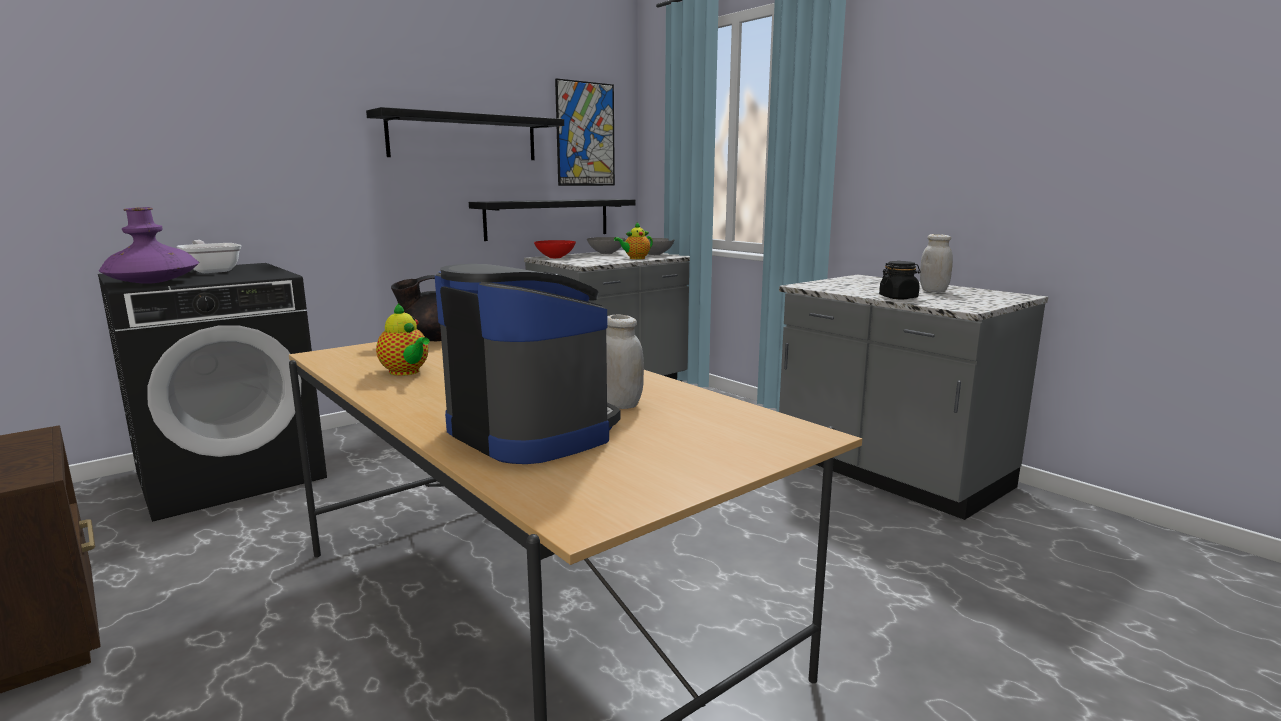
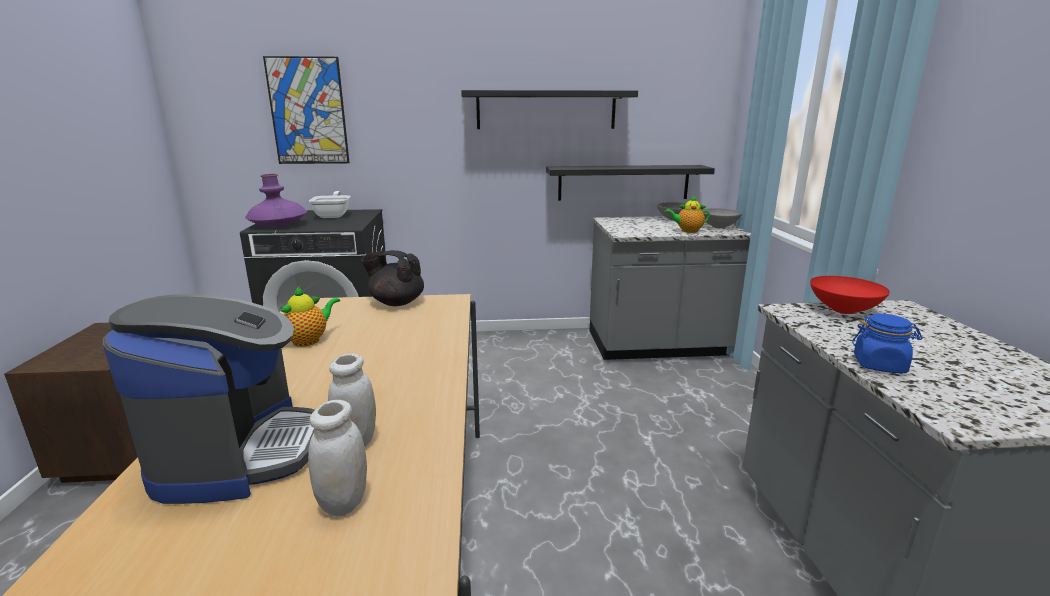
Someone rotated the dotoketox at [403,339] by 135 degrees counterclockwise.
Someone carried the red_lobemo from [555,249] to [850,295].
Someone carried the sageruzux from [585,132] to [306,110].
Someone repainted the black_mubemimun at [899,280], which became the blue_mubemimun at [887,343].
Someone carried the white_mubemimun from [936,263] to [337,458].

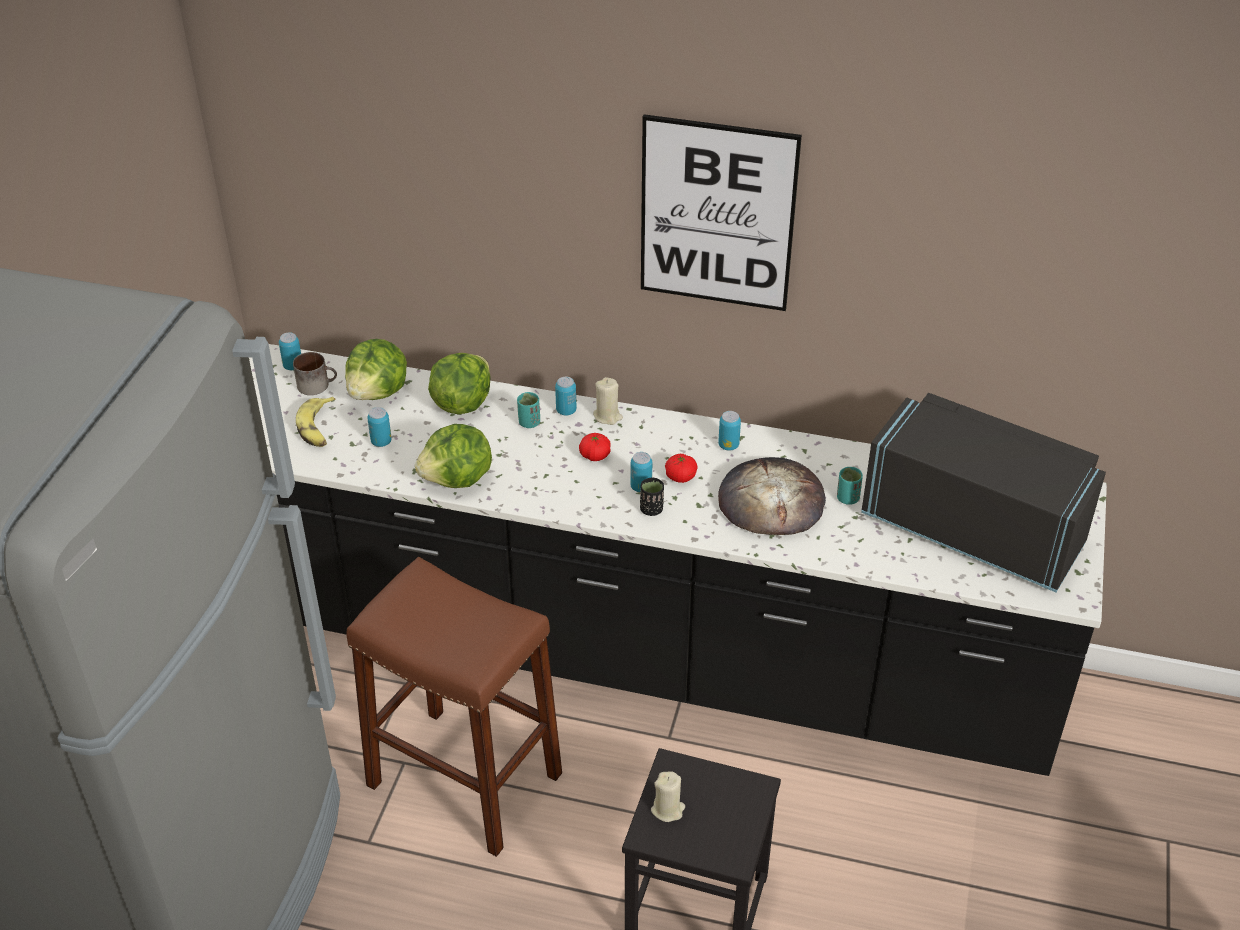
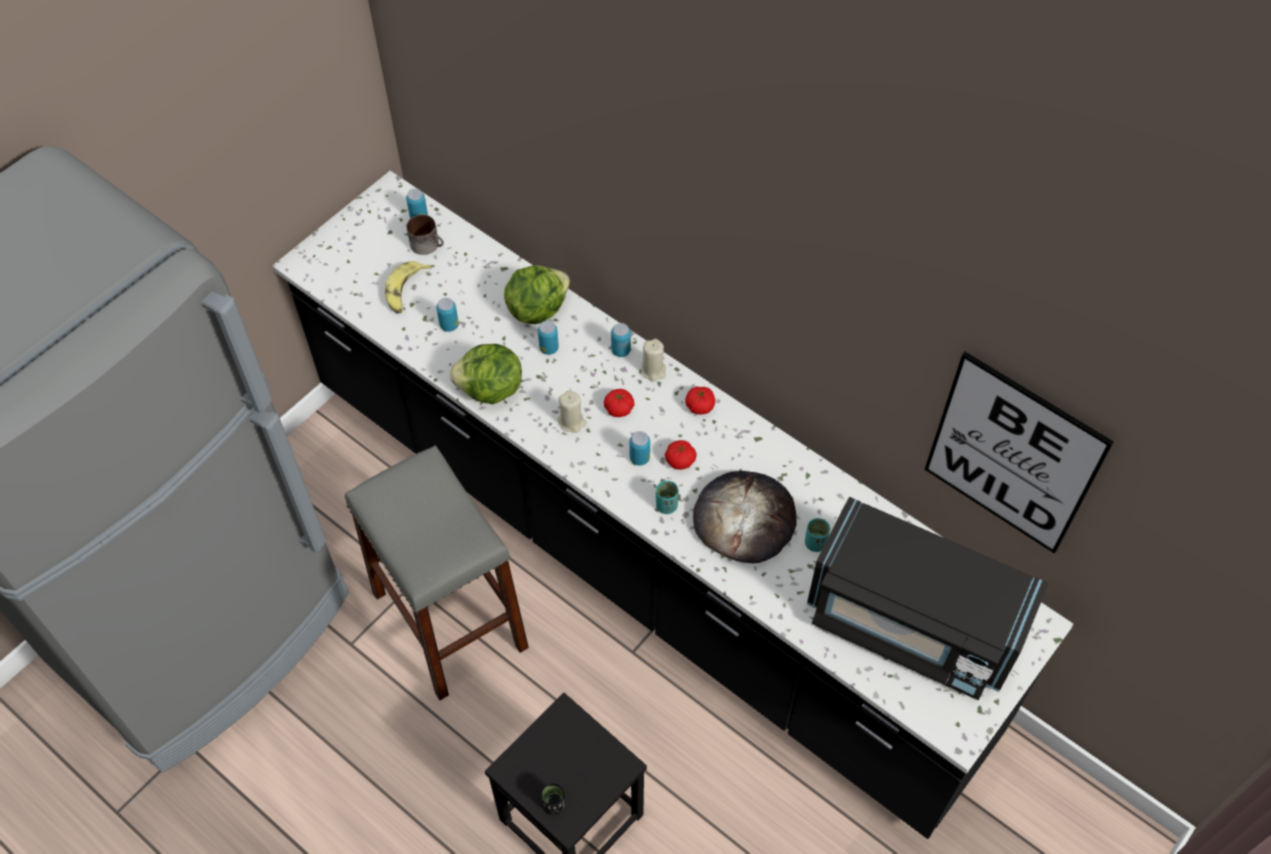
Someone took away the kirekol at [376,369].
Someone repainted the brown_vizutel at [454,707], which became the grey_vizutel at [437,572].
Someone carried the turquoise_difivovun from [528,410] to [667,497].
Someone carried the black_difivovun from [652,497] to [553,799].
Someone carried the sageruzux from [721,212] to [1019,453].
Someone carried the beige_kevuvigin from [668,797] to [572,411].
Someone carried the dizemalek from [729,430] to [548,338].
Someone rotated the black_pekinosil at [983,492] by 150 degrees clockwise.
Someone put down the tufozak at [700,400].

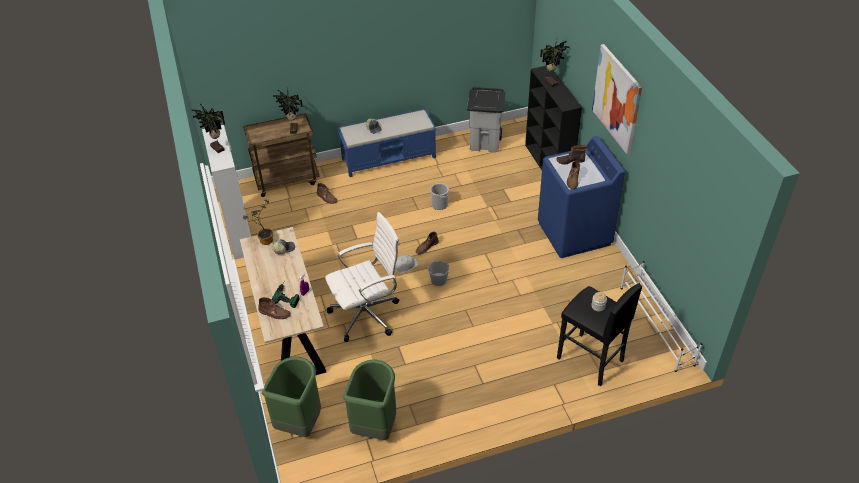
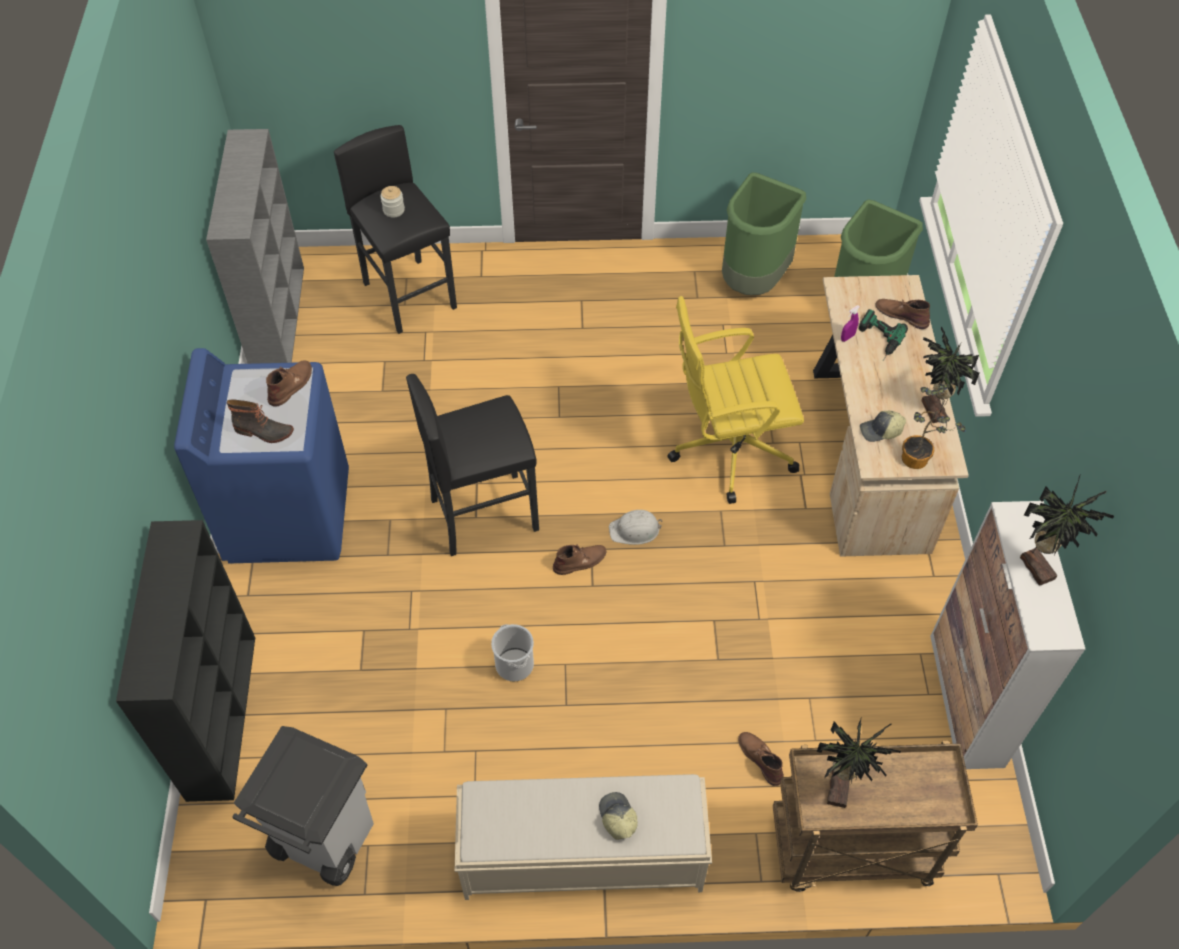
Someone repainted the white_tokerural at [362,277], which became the yellow_tokerural at [735,400].
Someone repainted the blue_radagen at [387,143], which became the beige_radagen at [583,837].
Someone took away the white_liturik at [438,273].
Someone carried the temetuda from [554,63] to [951,374].
Someone took away the sageruzux at [617,99].
Someone swapped the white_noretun at [661,316] for the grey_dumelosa at [255,246].
Someone put down the black_vizutel at [472,465].

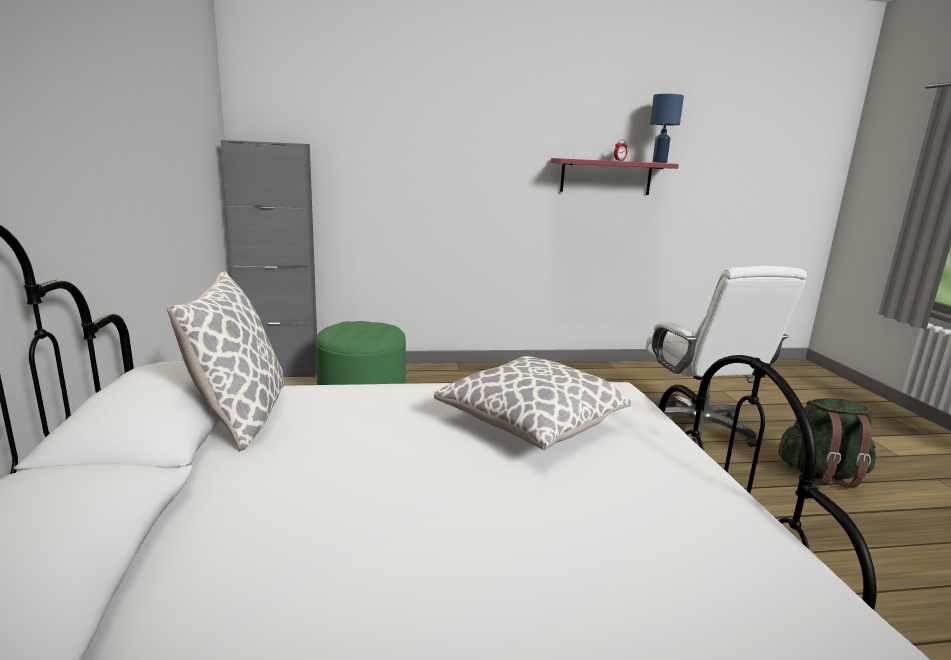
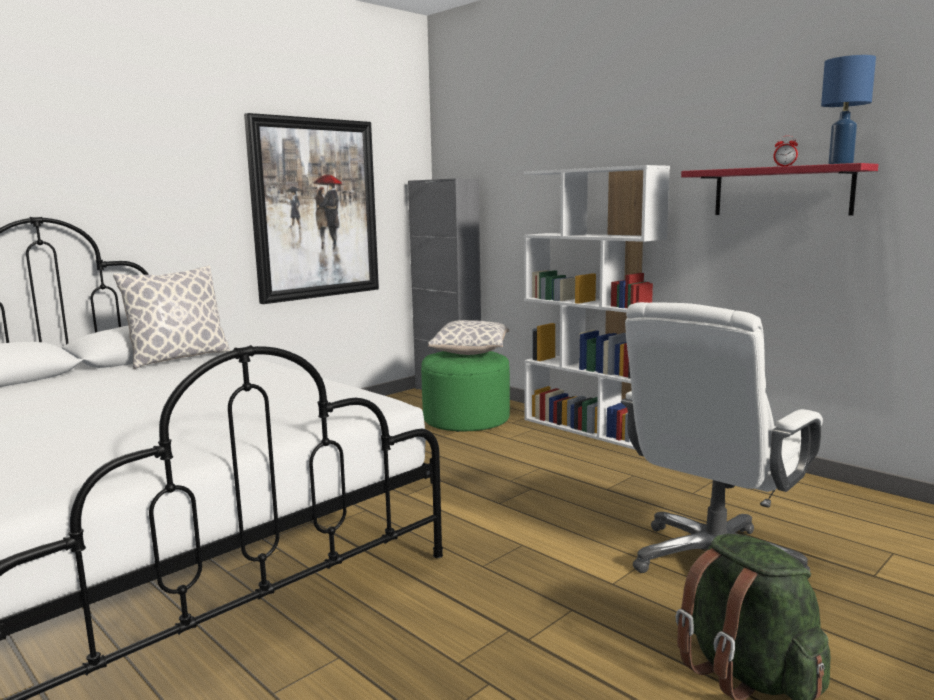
Someone carried the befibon from [532,403] to [468,337].
Someone put up the sageruzux at [311,208].
Someone put down the white_dumelosa at [597,307].

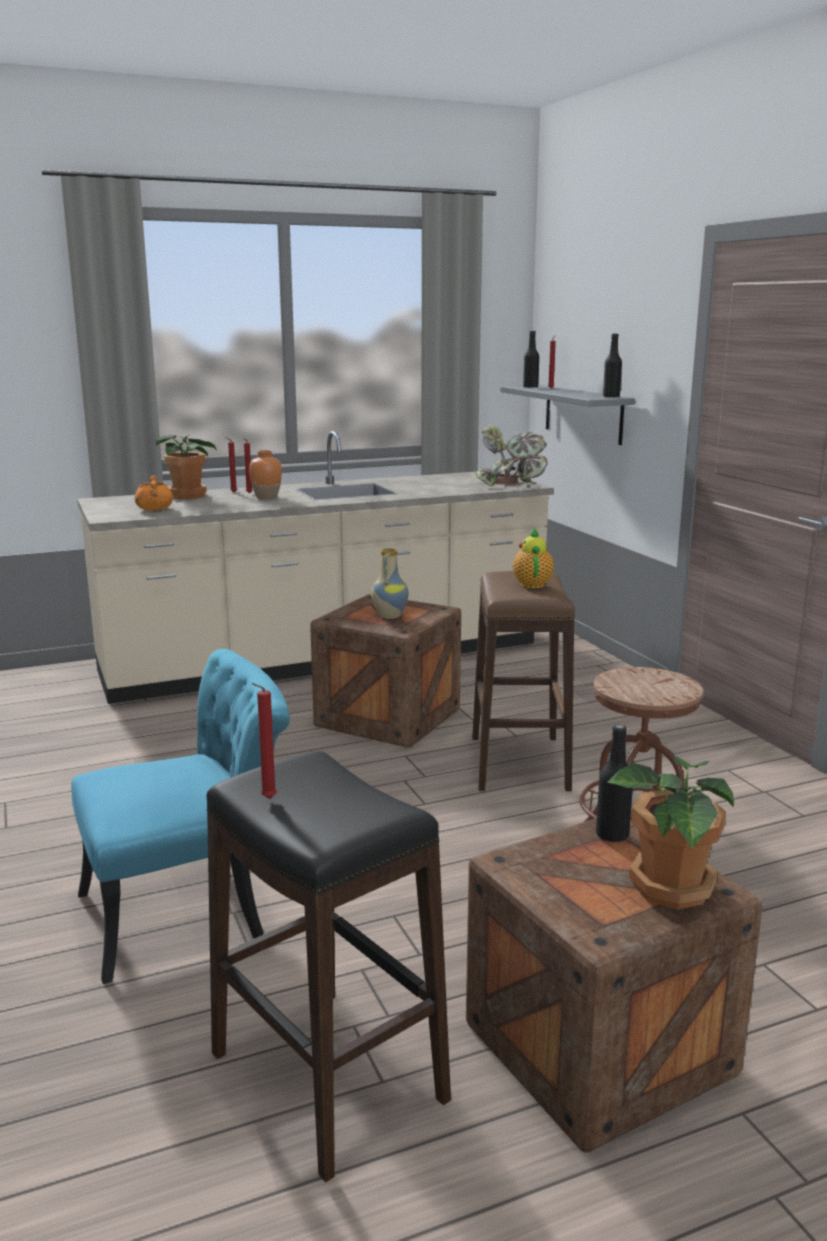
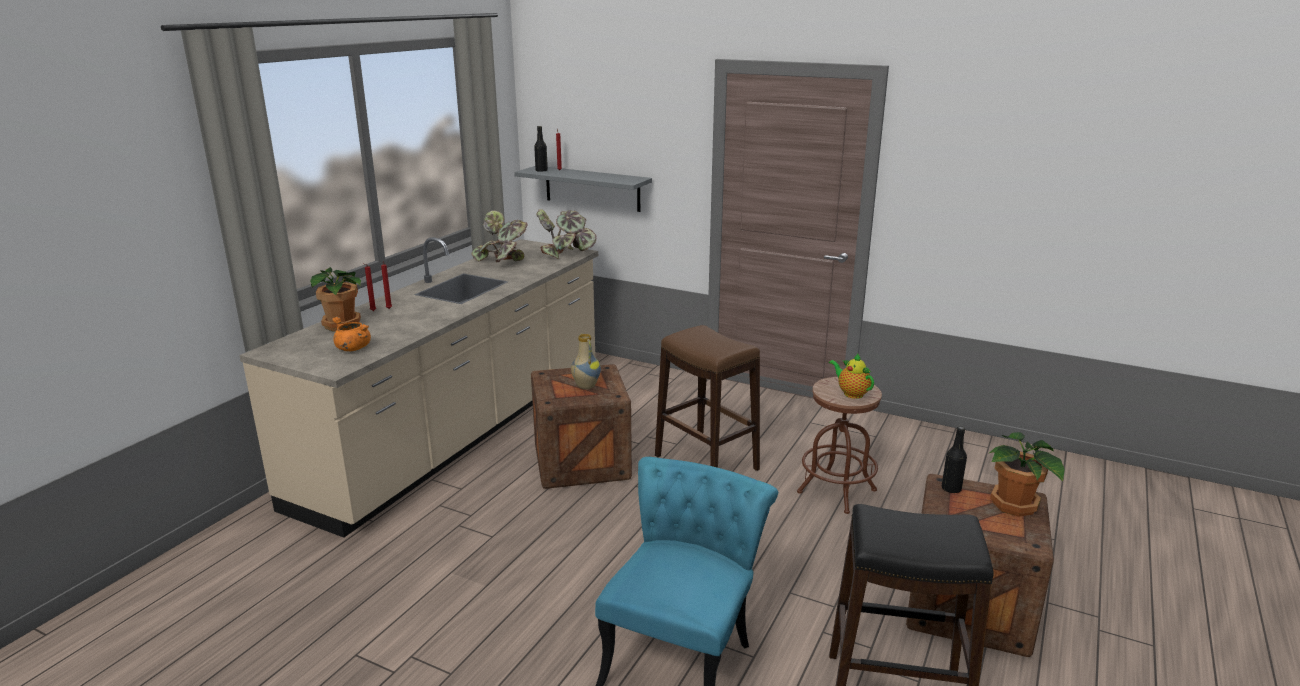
Someone took away the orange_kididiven at [265,474].
Someone took away the red_kevuvigin at [264,741].
Someone carried the dotoketox from [533,558] to [851,376].
Someone took away the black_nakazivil at [612,366].
Someone put down the temetuda at [499,236].

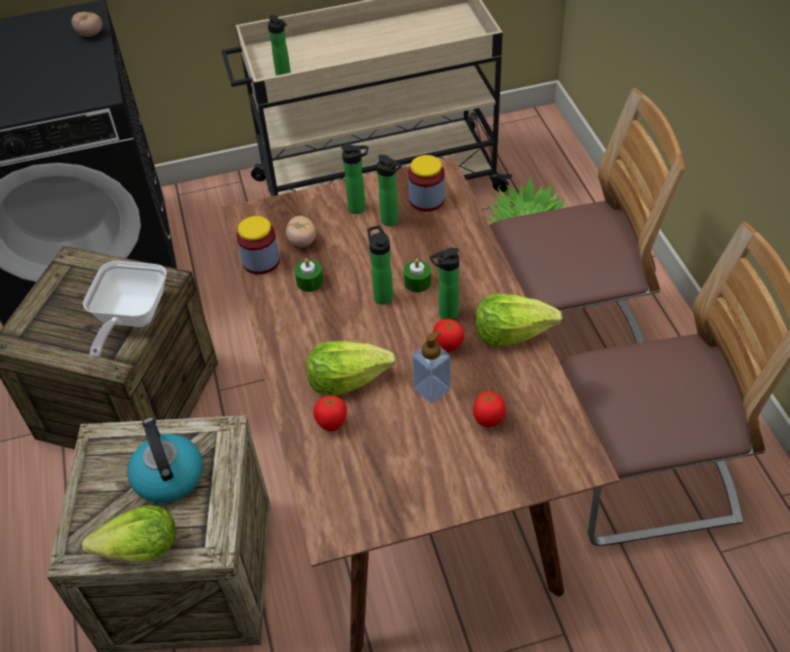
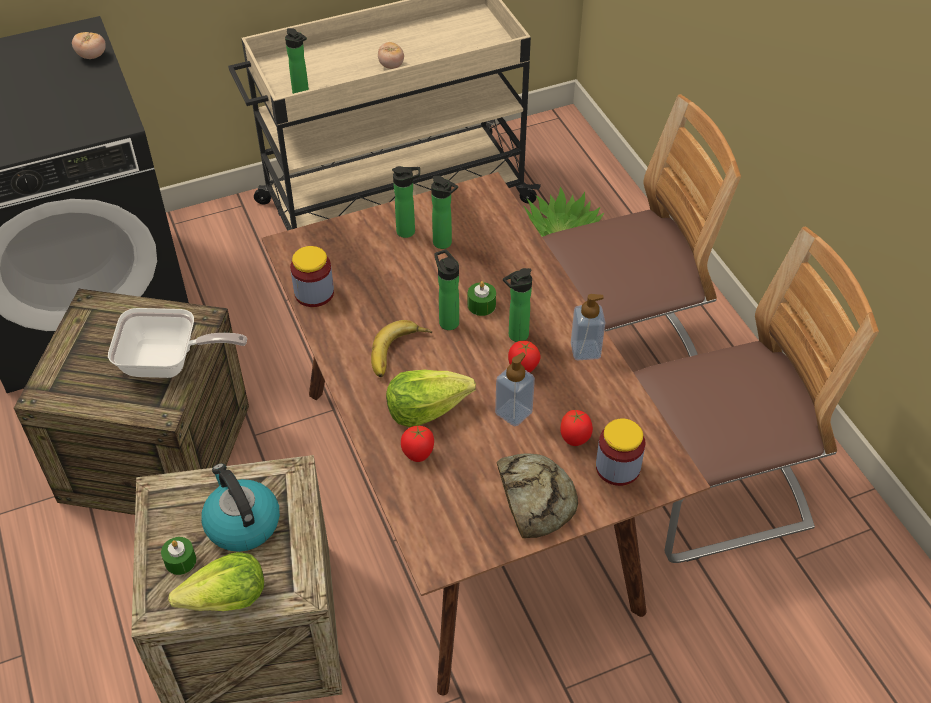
Someone rotated the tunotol at [124,310] by 90 degrees counterclockwise.
Someone carried the tufozak from [301,231] to [391,55].
Someone carried the green_kevuvigin from [309,275] to [178,556].
Someone carried the mubemimun from [426,183] to [621,452].
Someone swapped the kirekol at [519,320] for the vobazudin at [588,327].
Someone put down the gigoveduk at [401,348].
Someone put down the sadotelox at [537,495].

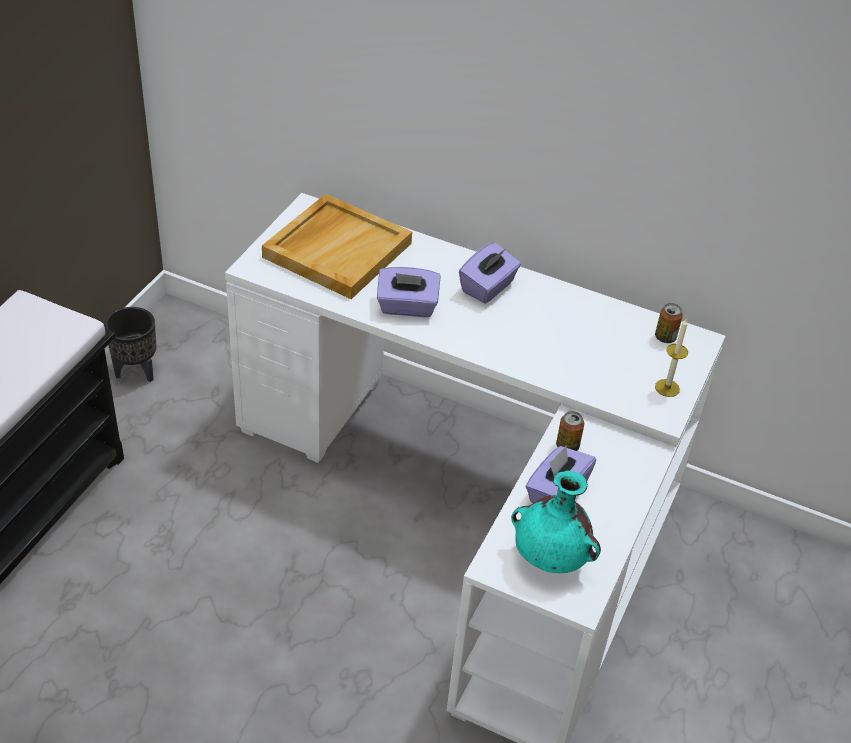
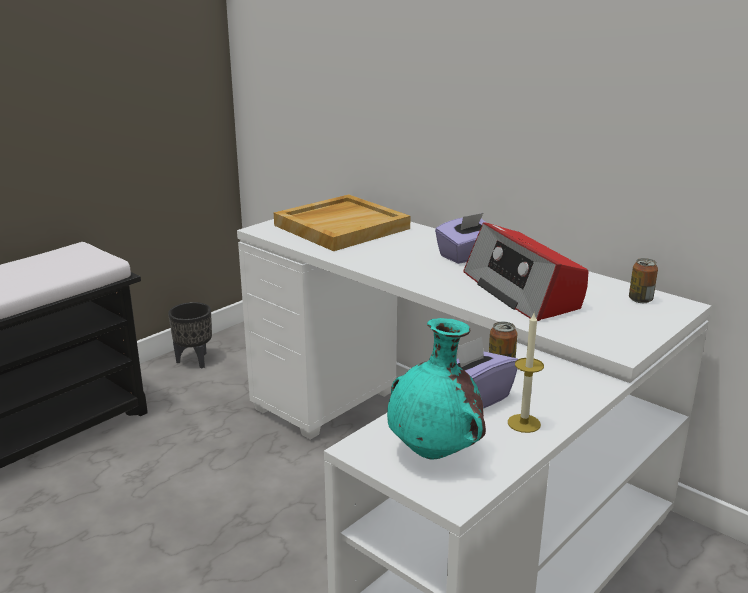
Someone took away the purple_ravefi at [409,292].
Someone carried the kevuvigin from [671,358] to [526,373].
Someone put down the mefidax at [526,271].

